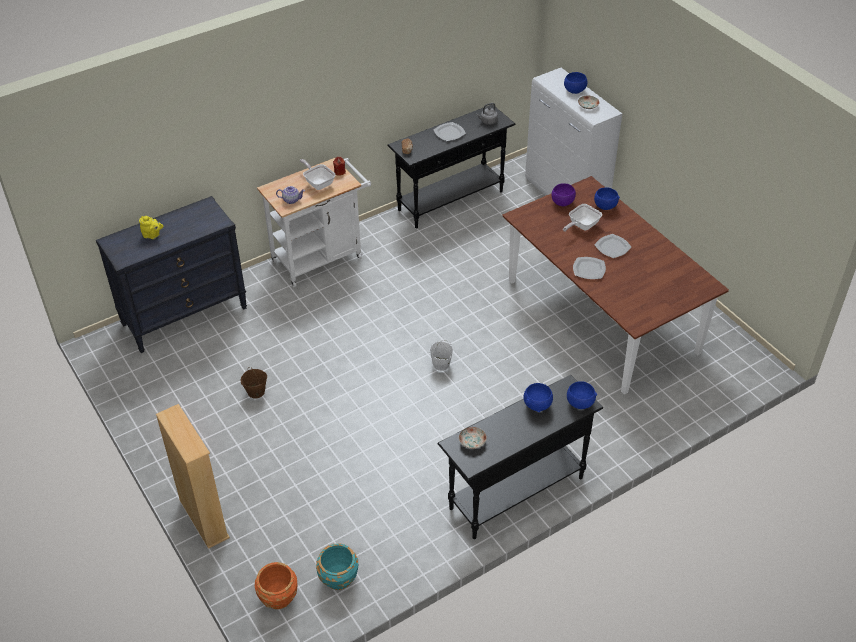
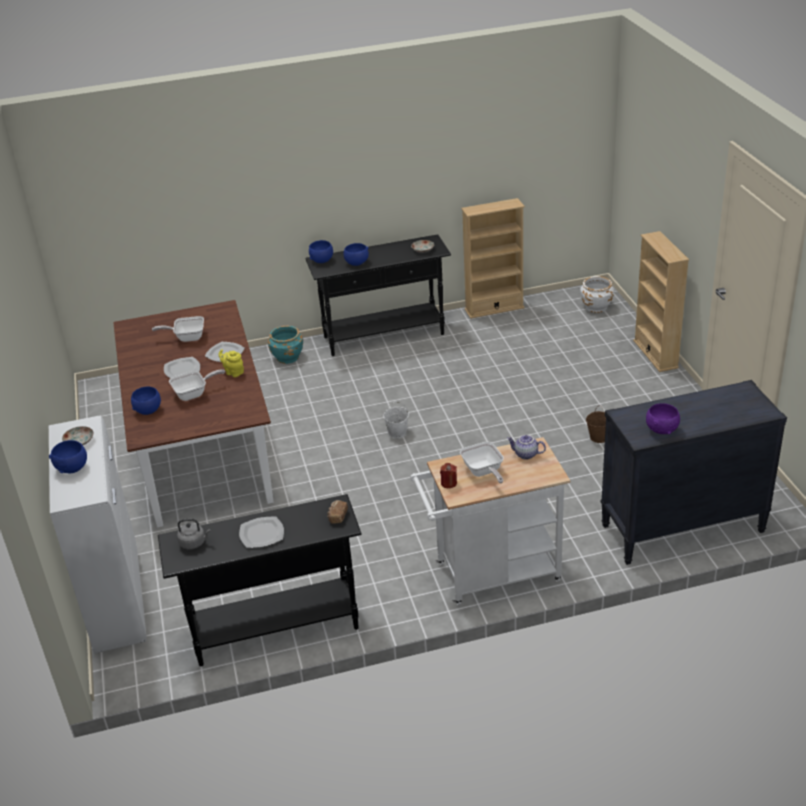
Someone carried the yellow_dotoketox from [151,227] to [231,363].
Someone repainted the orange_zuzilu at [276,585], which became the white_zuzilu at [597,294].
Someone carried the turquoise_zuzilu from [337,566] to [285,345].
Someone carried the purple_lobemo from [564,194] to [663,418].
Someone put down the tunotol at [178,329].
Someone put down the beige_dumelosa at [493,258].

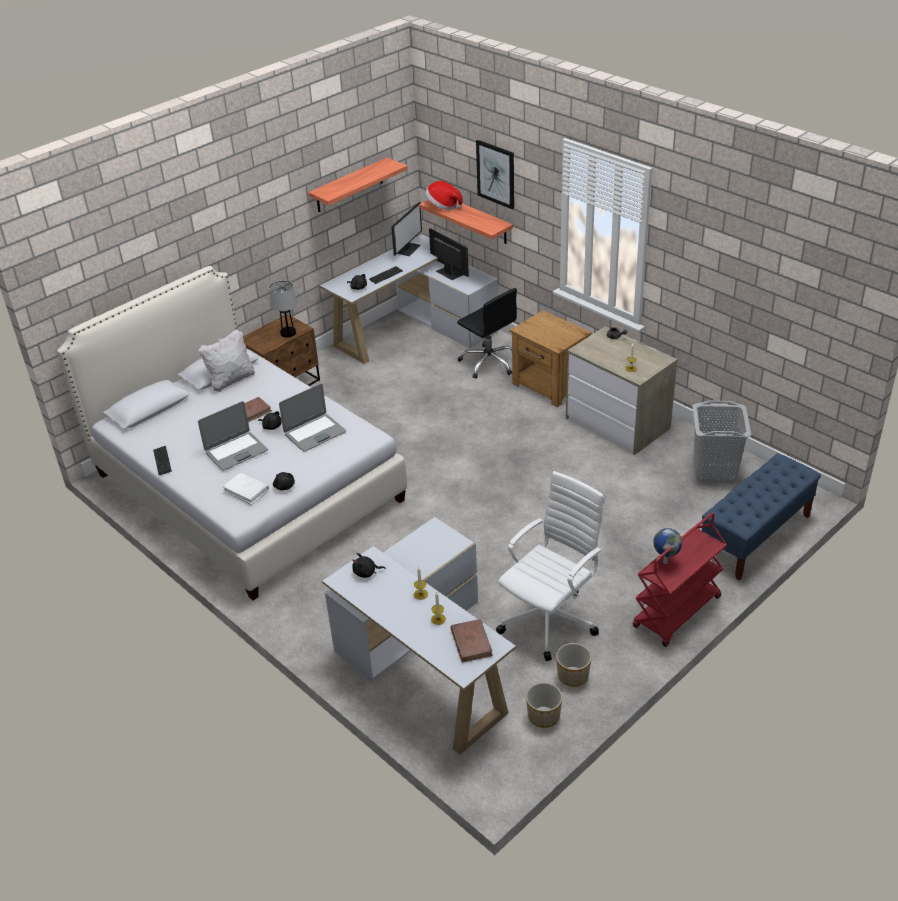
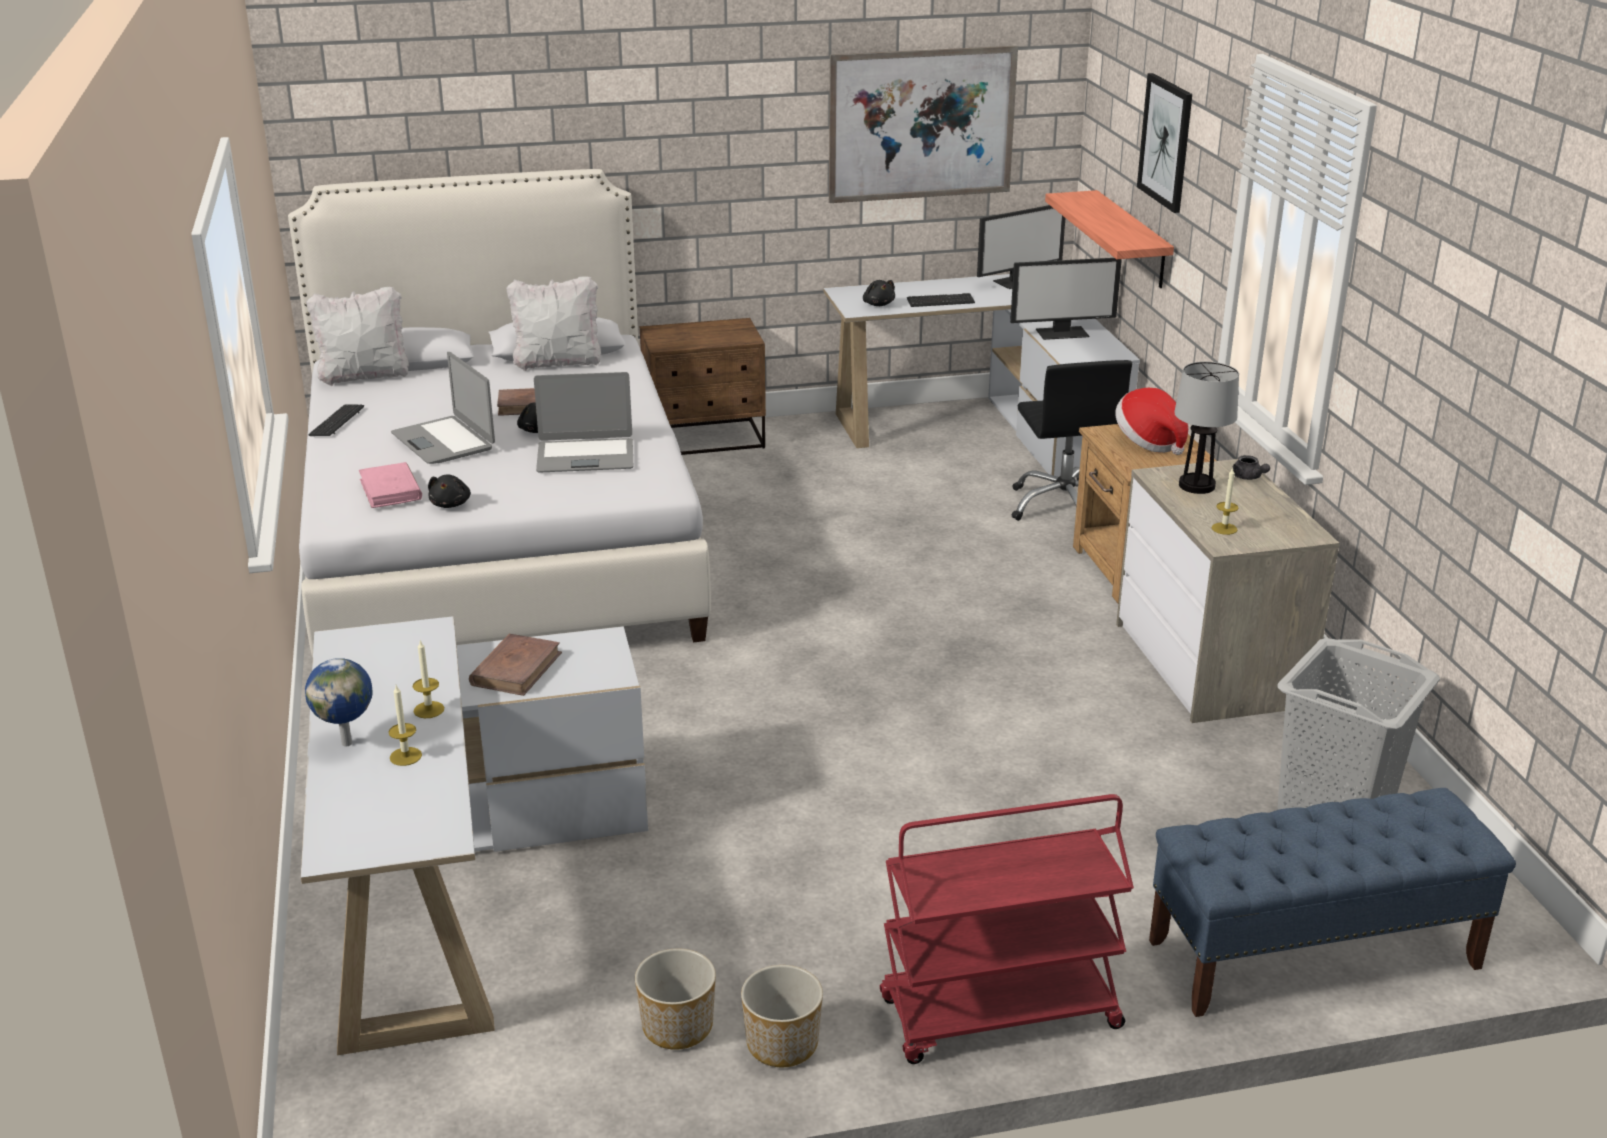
Someone rotated the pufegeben at [233,436] by 60 degrees clockwise.
Someone repainted the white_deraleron at [246,488], which became the pink_deraleron at [390,485].
Someone carried the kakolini from [283,309] to [1206,428].
Someone swapped the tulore at [358,184] for the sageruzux at [923,124].
Someone took away the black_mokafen at [369,565].
Someone carried the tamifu from [444,195] to [1151,421].
Someone rotated the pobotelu at [449,254] by 90 degrees clockwise.
Someone carried the brown_deraleron from [471,641] to [515,665].
Someone took away the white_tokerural at [550,566].
Someone carried the zuzilu from [544,705] to [782,1016].
Someone carried the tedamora from [667,546] to [339,702].
Someone put down the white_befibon at [357,336].

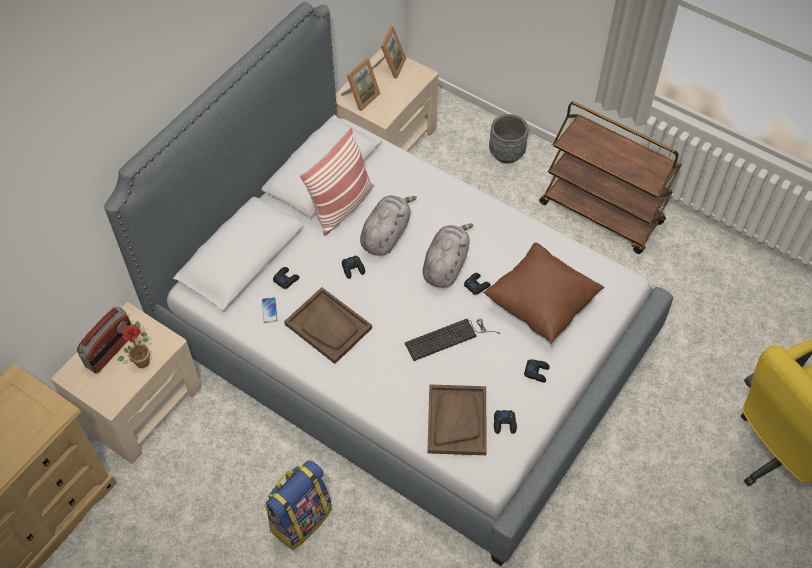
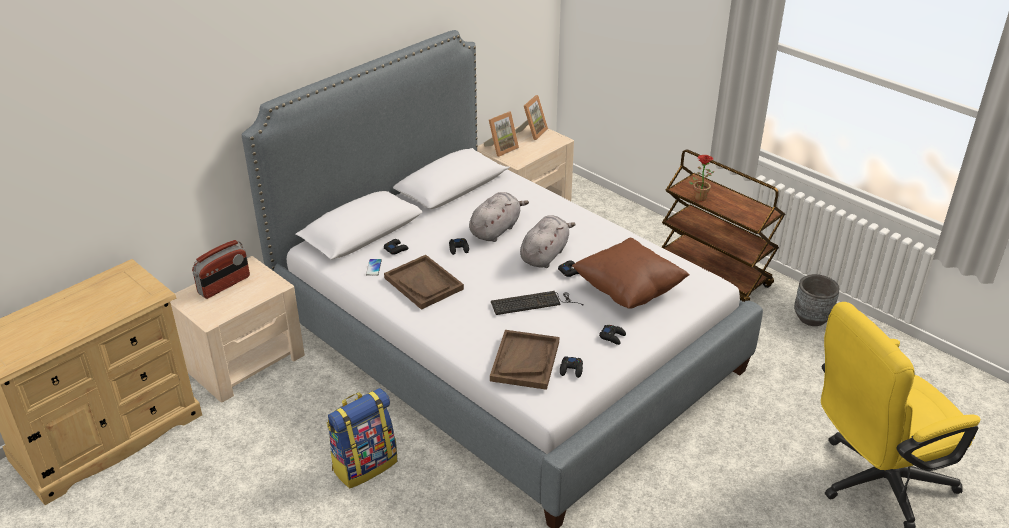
Someone carried the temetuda from [134,344] to [701,178].
Someone took away the befibon at [337,182].
Someone carried the grey_zuzilu from [509,139] to [817,300].

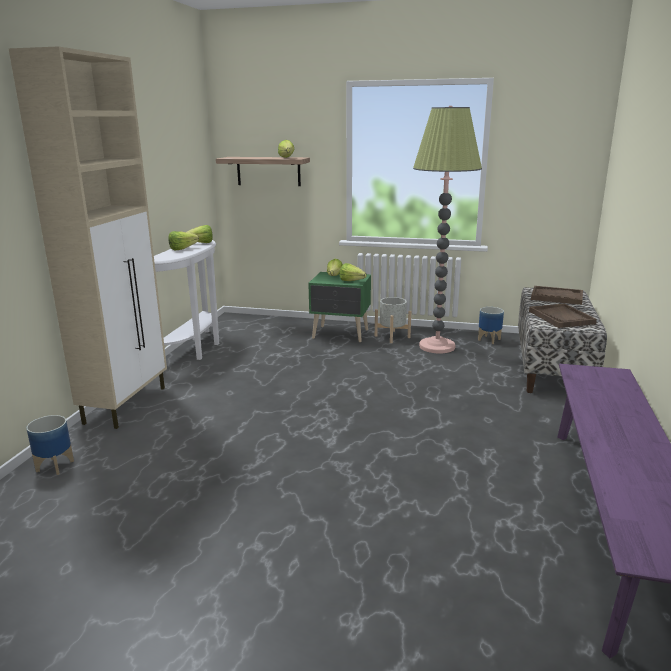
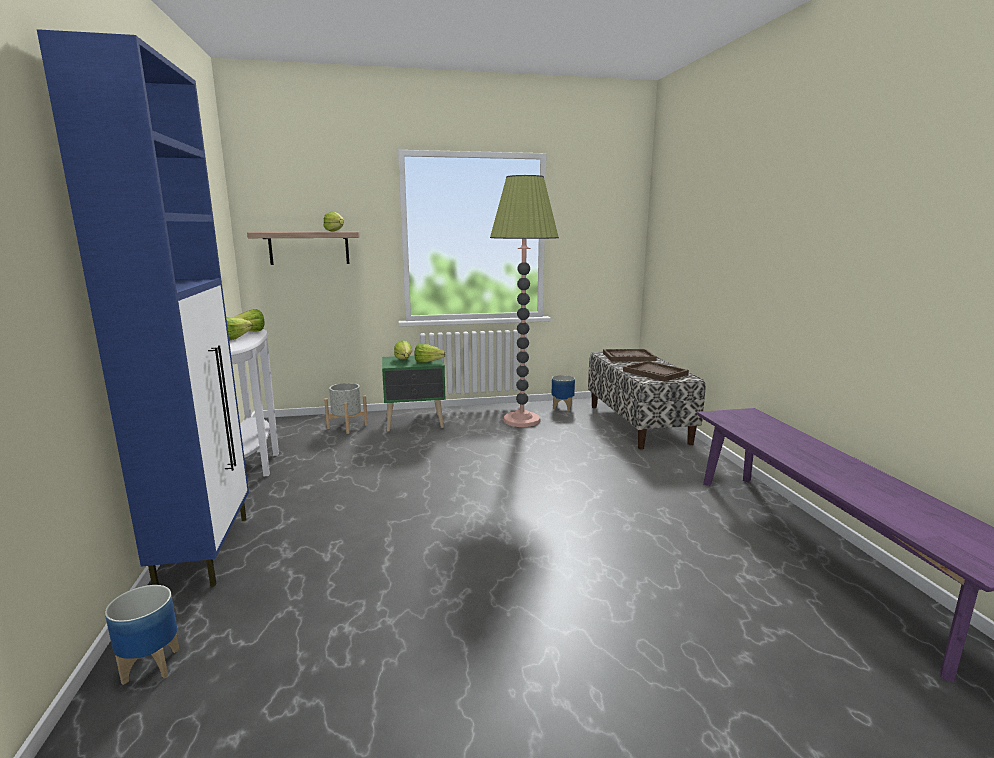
Someone repainted the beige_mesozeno at [87,237], which became the blue_mesozeno at [143,308].
Someone carried the grey_zuzilu from [393,320] to [346,408].

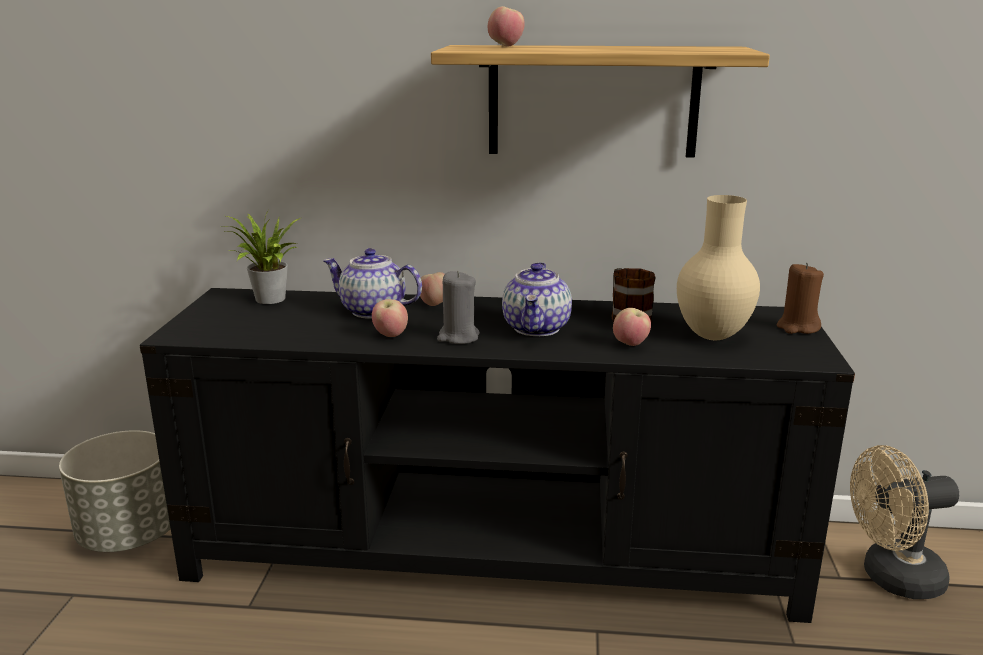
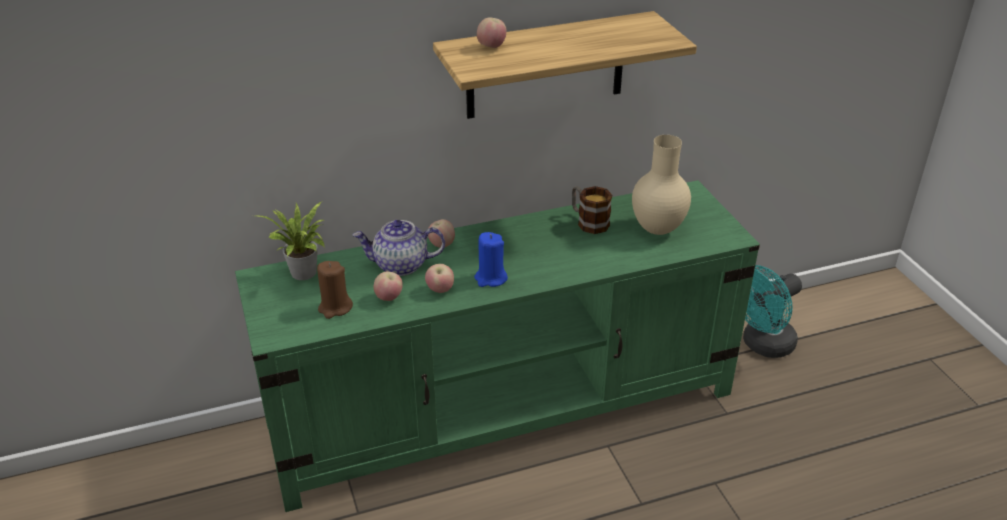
Someone took away the grey_zuzilu at [115,491].
Someone repainted the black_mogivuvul at [497,455], which became the green_mogivuvul at [497,346].
Someone repainted the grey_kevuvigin at [458,307], which became the blue_kevuvigin at [491,259].
Someone took away the dotoketox at [537,299].
Someone carried the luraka from [632,327] to [388,286].
Someone carried the brown_kevuvigin from [800,298] to [335,290].
Someone repainted the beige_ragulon at [904,522], which became the turquoise_ragulon at [772,311].

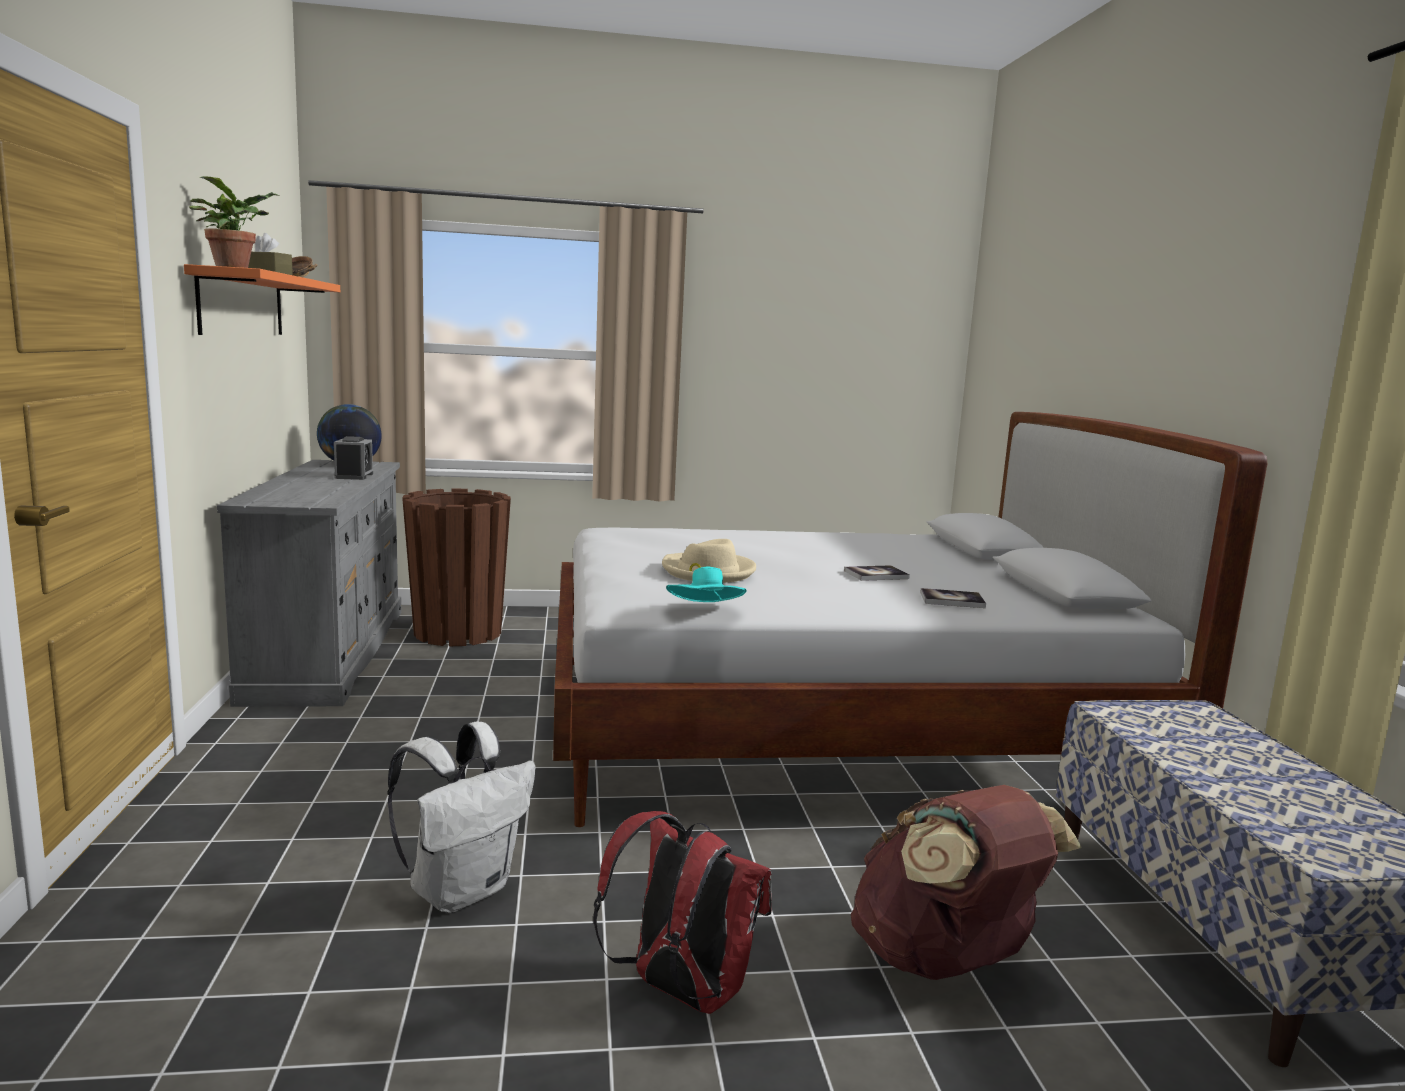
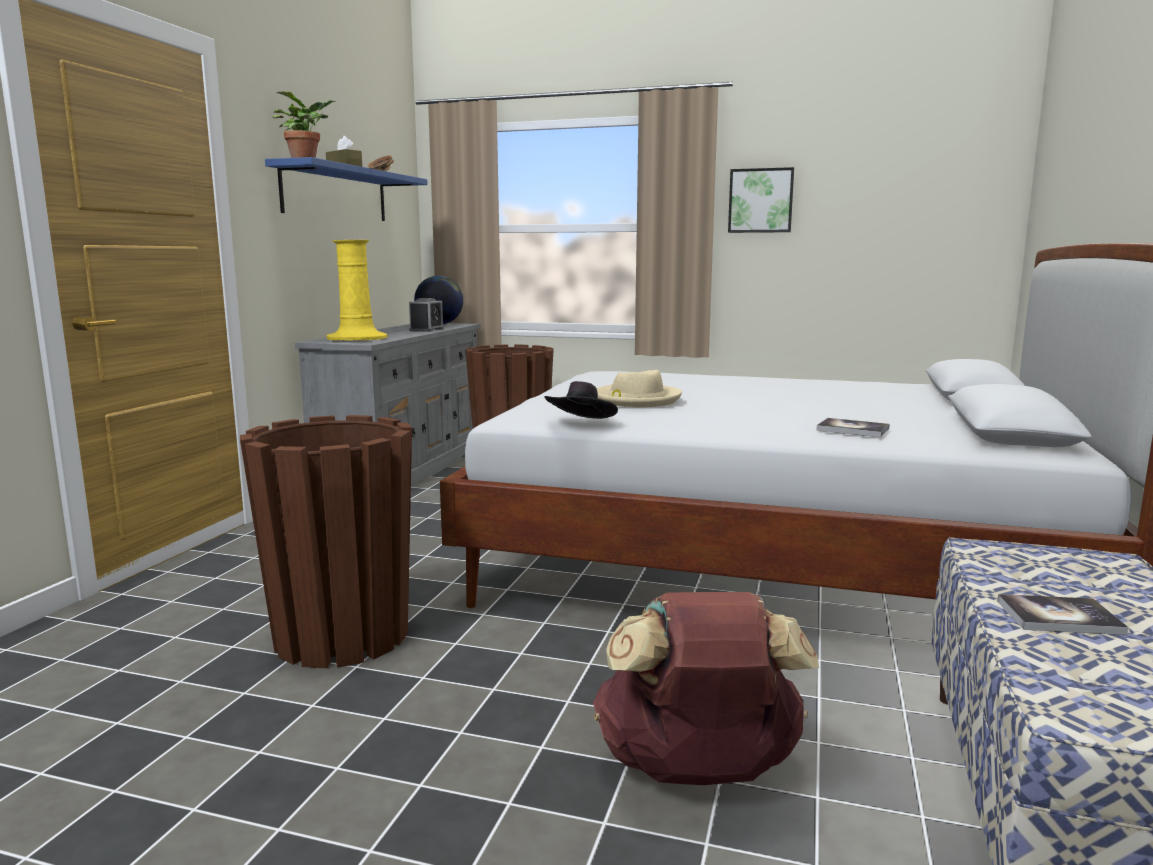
Someone repainted the orange_tulore at [262,299], which became the blue_tulore at [346,189].
Someone swapped the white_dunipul at [461,817] for the brown_zuzilu at [326,541].
Someone took away the red_dunipul at [682,912].
Someone repainted the turquoise_tamifu at [706,584], which became the black_tamifu at [581,400].
Someone carried the deraleron from [877,573] to [1062,614].
Someone put down the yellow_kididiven at [357,290].
Someone put up the sageruzux at [761,200].

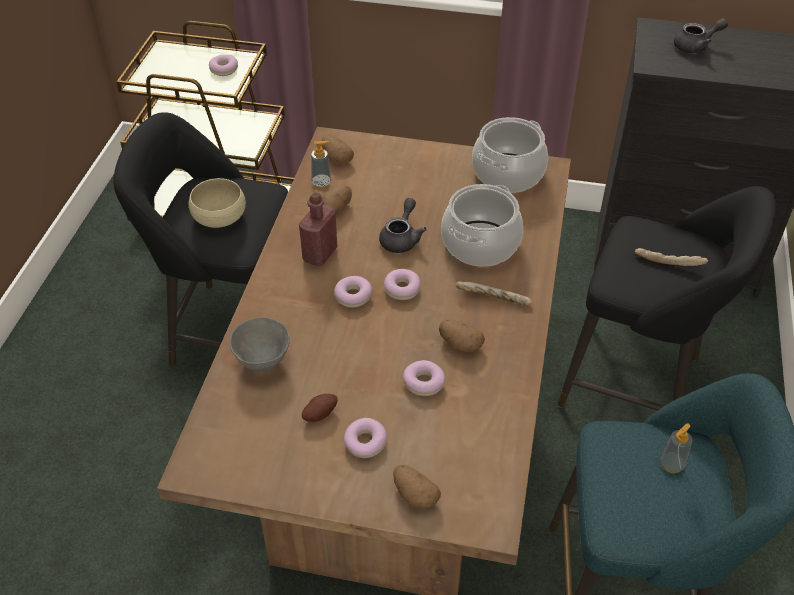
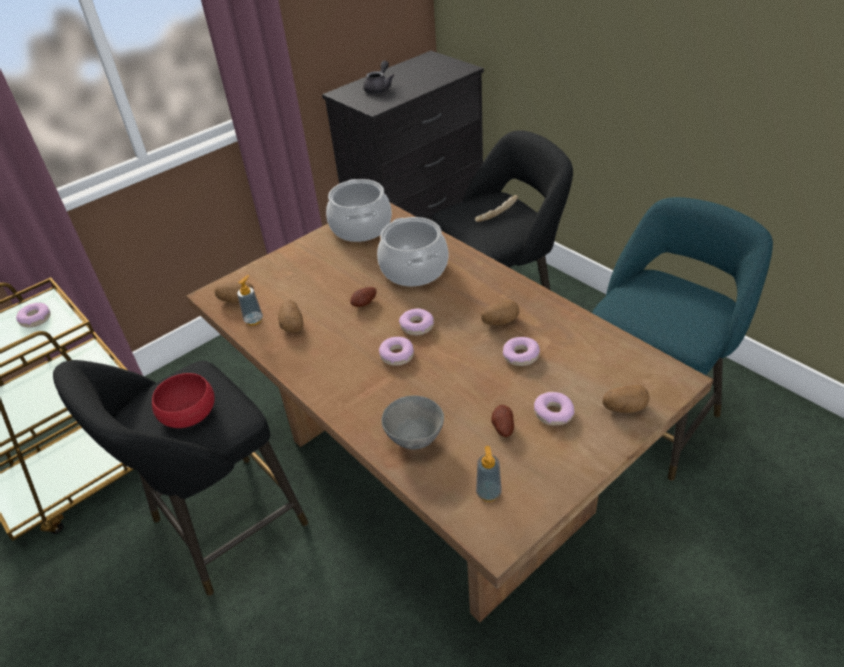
Someone repainted the beige_lobemo at [217,203], which became the red_lobemo at [183,400].
Someone took away the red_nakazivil at [318,229].
Someone swapped the grey_dotoketox at [402,225] for the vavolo at [363,297].
Someone took away the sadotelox at [494,293].
Someone carried the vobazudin from [676,448] to [489,474].

